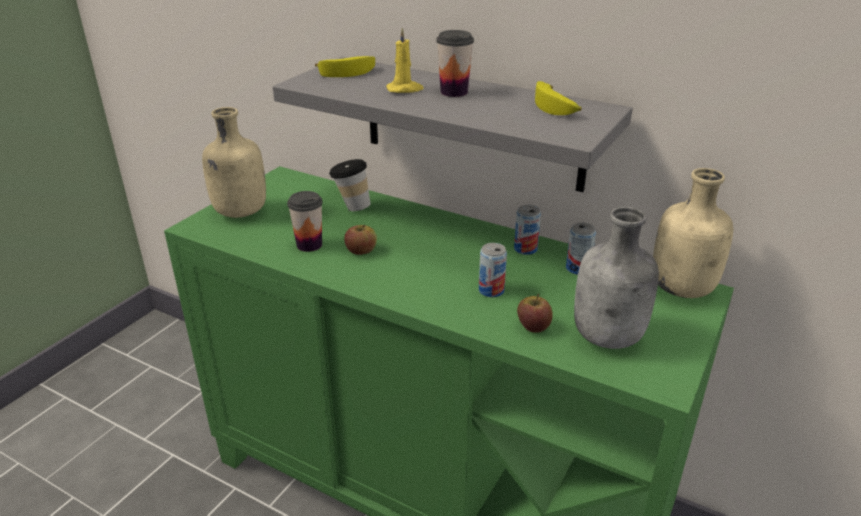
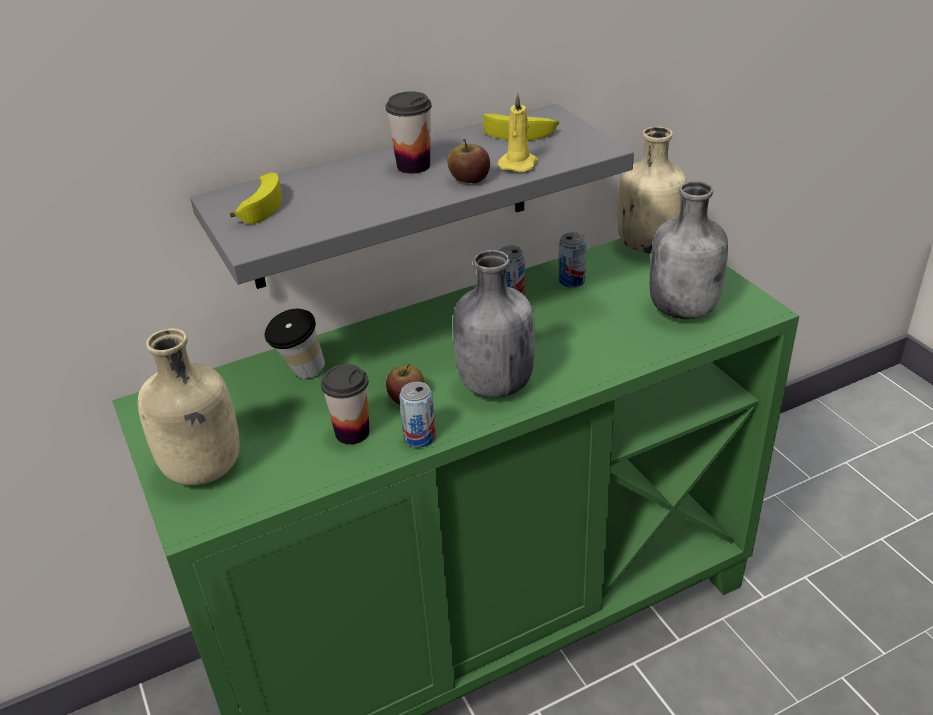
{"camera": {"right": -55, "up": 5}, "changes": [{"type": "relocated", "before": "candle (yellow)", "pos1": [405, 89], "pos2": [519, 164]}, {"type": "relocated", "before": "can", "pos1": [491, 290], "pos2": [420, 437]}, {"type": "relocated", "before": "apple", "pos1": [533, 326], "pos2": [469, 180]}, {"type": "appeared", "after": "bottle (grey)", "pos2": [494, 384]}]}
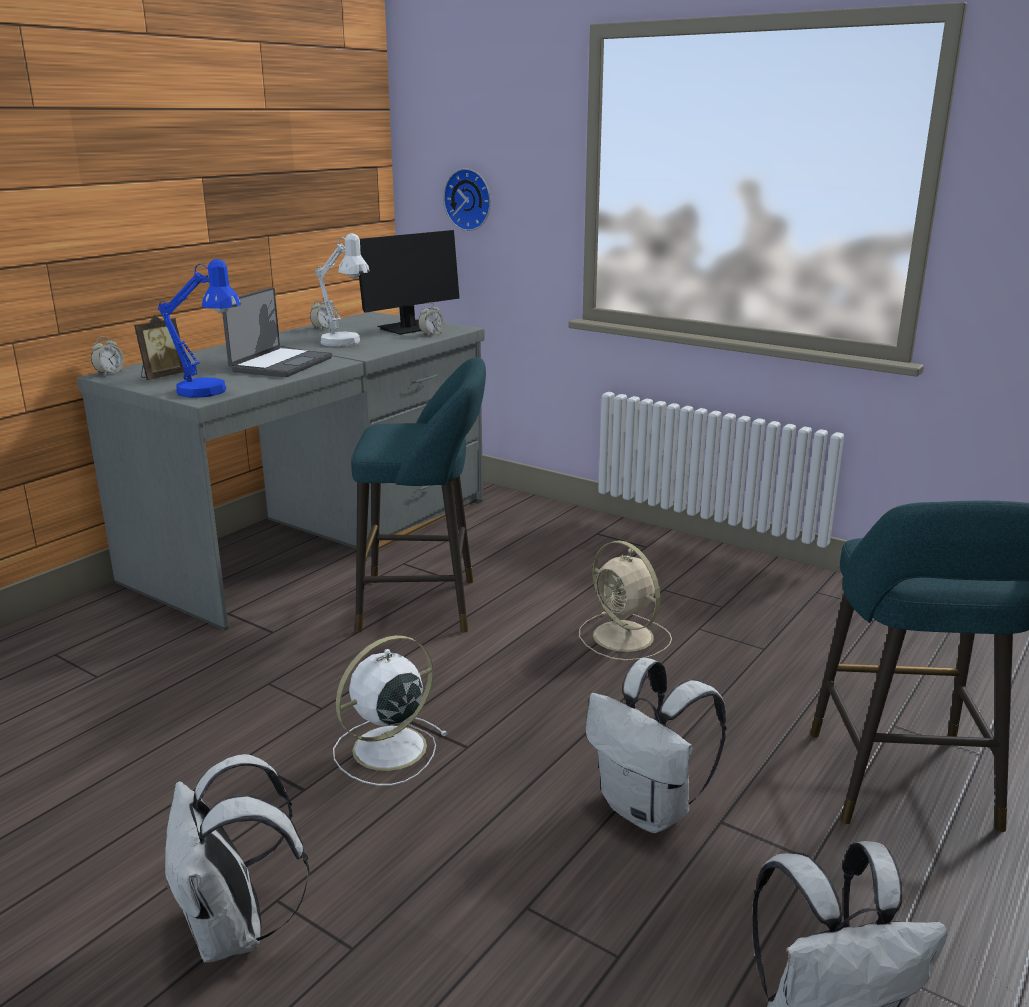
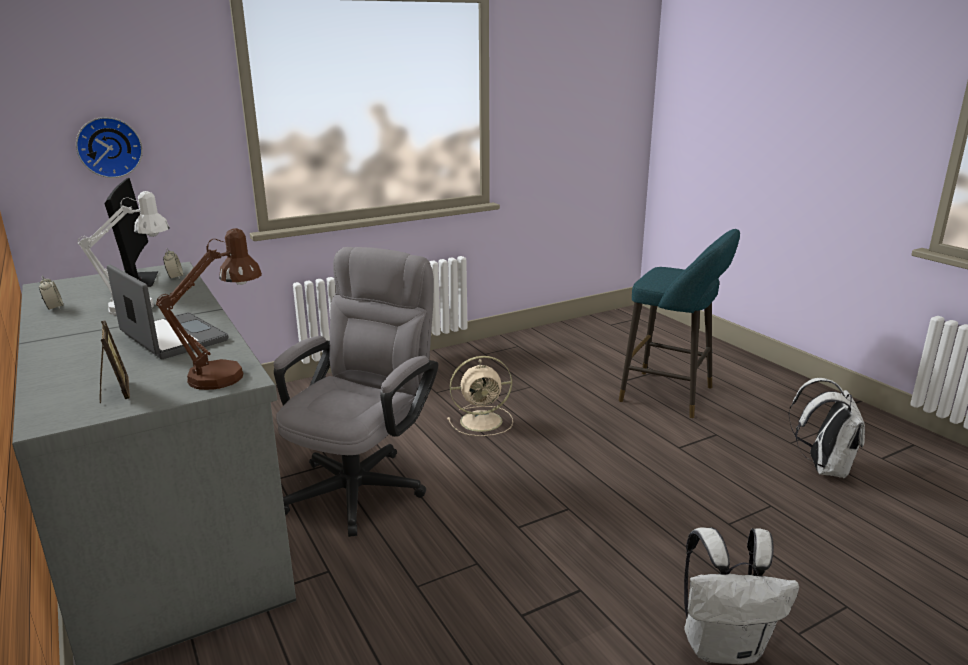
{"camera": {"right": -65, "up": 0}, "changes": [{"type": "colour", "before": "table lamp (blue)", "after": "table lamp (brown)", "pos1": [210, 392], "pos2": [227, 374]}, {"type": "missing", "before": "alarm clock", "pos1": [109, 373]}, {"type": "exchanged", "before": "stool (turquoise)", "after": "office chair (grey)", "pos1": [426, 605], "pos2": [363, 483]}, {"type": "missing", "before": "fan (white)", "pos1": [386, 749]}, {"type": "missing", "before": "backpack (white)", "pos1": [649, 810]}]}
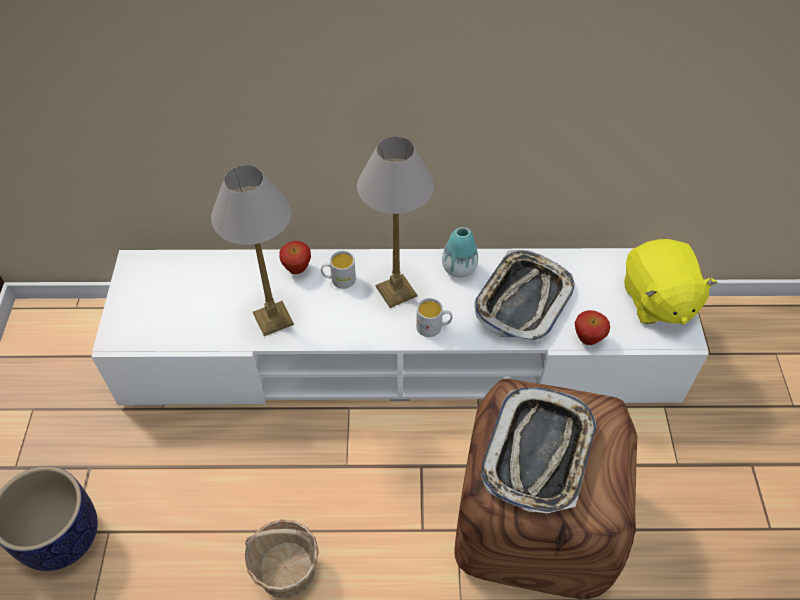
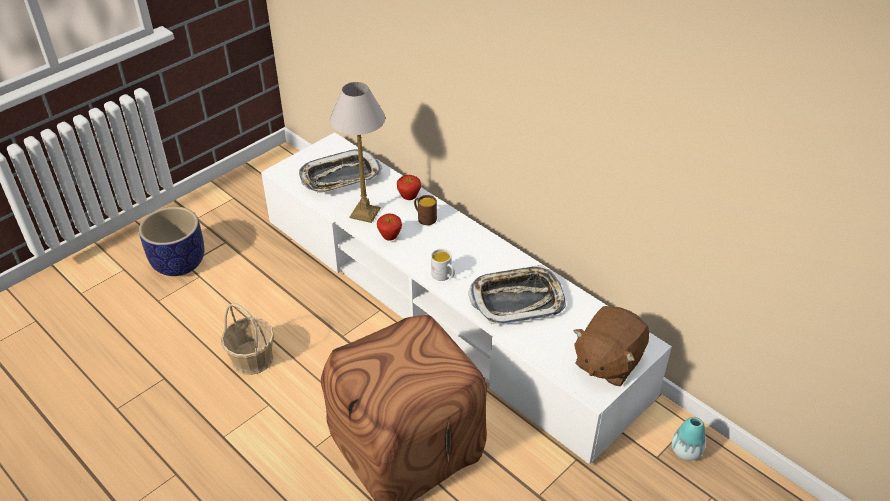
{"camera": {"right": 45, "up": -10}, "changes": [{"type": "missing", "before": "table lamp", "pos1": [396, 290]}, {"type": "relocated", "before": "vase", "pos1": [459, 268], "pos2": [686, 451]}, {"type": "colour", "before": "plush toy (yellow)", "after": "plush toy (brown)", "pos1": [657, 300], "pos2": [607, 361]}, {"type": "colour", "before": "mug (white)", "after": "mug (brown)", "pos1": [339, 280], "pos2": [424, 218]}, {"type": "relocated", "before": "apple", "pos1": [587, 339], "pos2": [390, 238]}, {"type": "relocated", "before": "tray", "pos1": [539, 453], "pos2": [340, 177]}]}
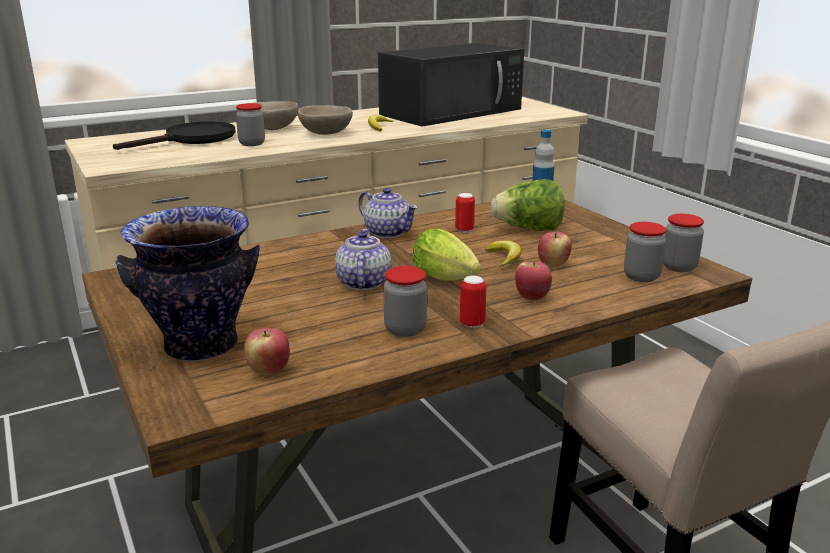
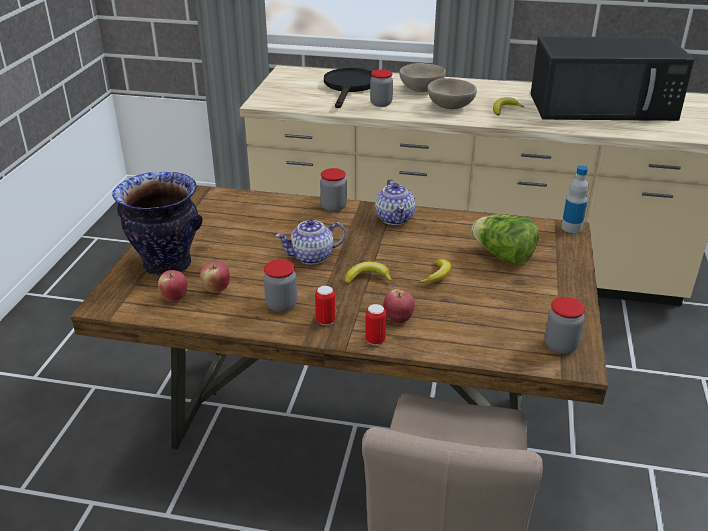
{"camera": {"right": 40, "up": 10}, "changes": [{"type": "spun", "before": "frying pan (black)", "pos1": [192, 139], "pos2": [349, 87], "turn": -75}, {"type": "relocated", "before": "can", "pos1": [464, 230], "pos2": [375, 340]}, {"type": "relocated", "before": "jar", "pos1": [641, 276], "pos2": [333, 207]}, {"type": "spun", "before": "teapot", "pos1": [362, 283], "pos2": [312, 257], "turn": -150}, {"type": "exchanged", "before": "lettuce", "after": "banana", "pos1": [448, 280], "pos2": [368, 278]}, {"type": "relocated", "before": "apple", "pos1": [553, 264], "pos2": [216, 289]}]}
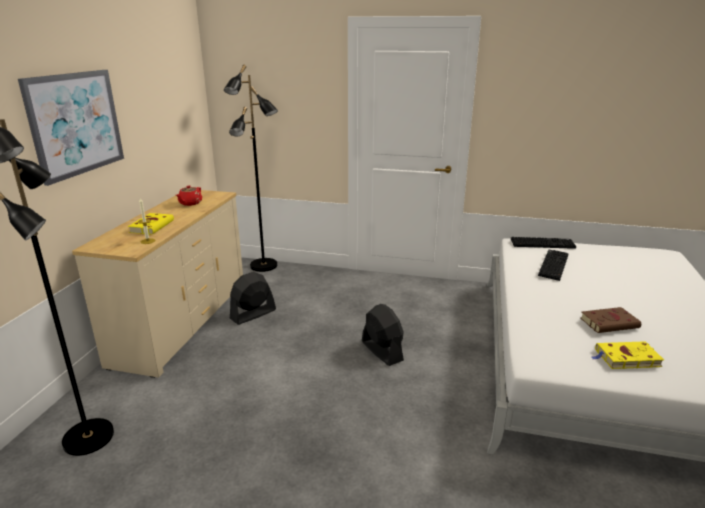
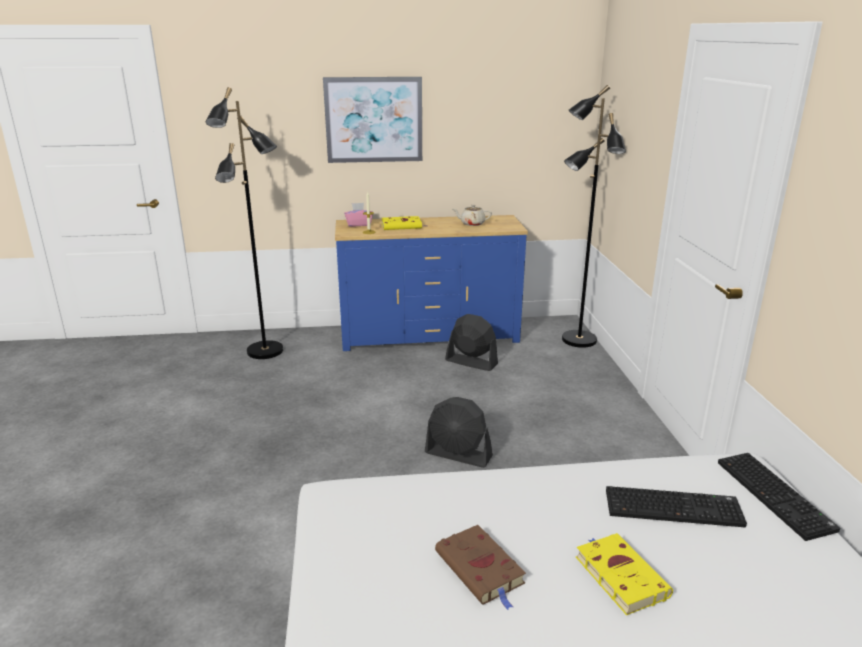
{"camera": {"right": 70, "up": 0}, "changes": [{"type": "colour", "before": "teapot (red)", "after": "teapot (beige)", "pos1": [190, 203], "pos2": [472, 224]}, {"type": "colour", "before": "dresser (beige)", "after": "dresser (blue)", "pos1": [182, 322], "pos2": [429, 335]}, {"type": "spun", "before": "fan (black)", "pos1": [382, 351], "pos2": [458, 455], "turn": 75}, {"type": "relocated", "before": "book (yellow)", "pos1": [626, 358], "pos2": [619, 575]}, {"type": "appeared", "after": "tissue box (pink)", "pos2": [358, 224]}]}
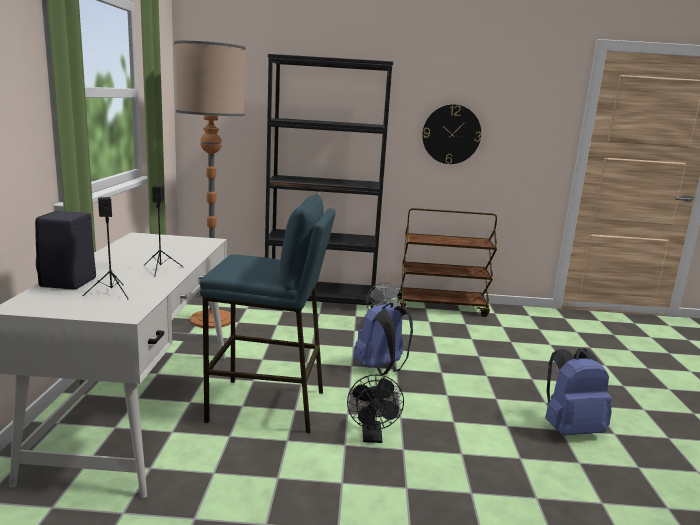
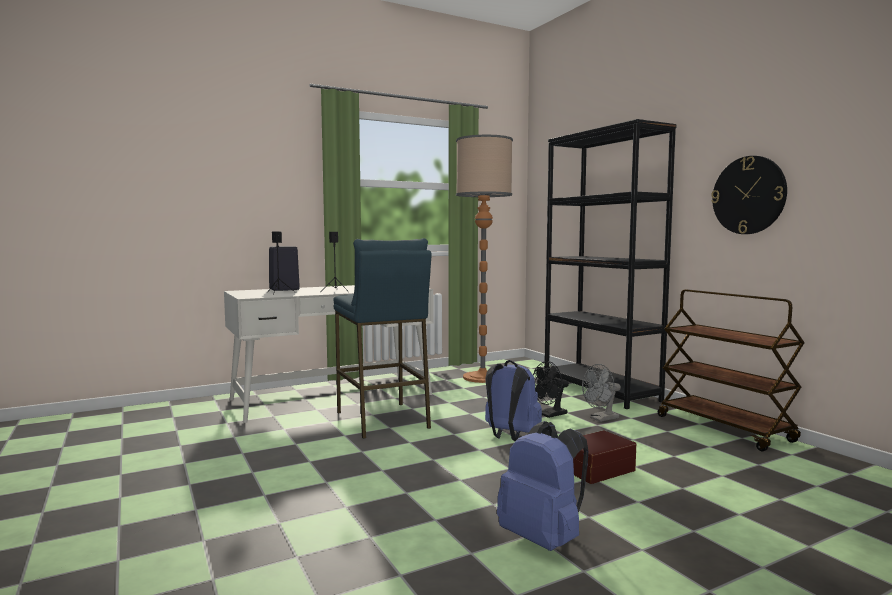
{"camera": {"right": 60, "up": -10}, "changes": [{"type": "relocated", "before": "fan (black)", "pos1": [372, 437], "pos2": [550, 415]}, {"type": "appeared", "after": "storage box (brown)", "pos2": [596, 468]}]}
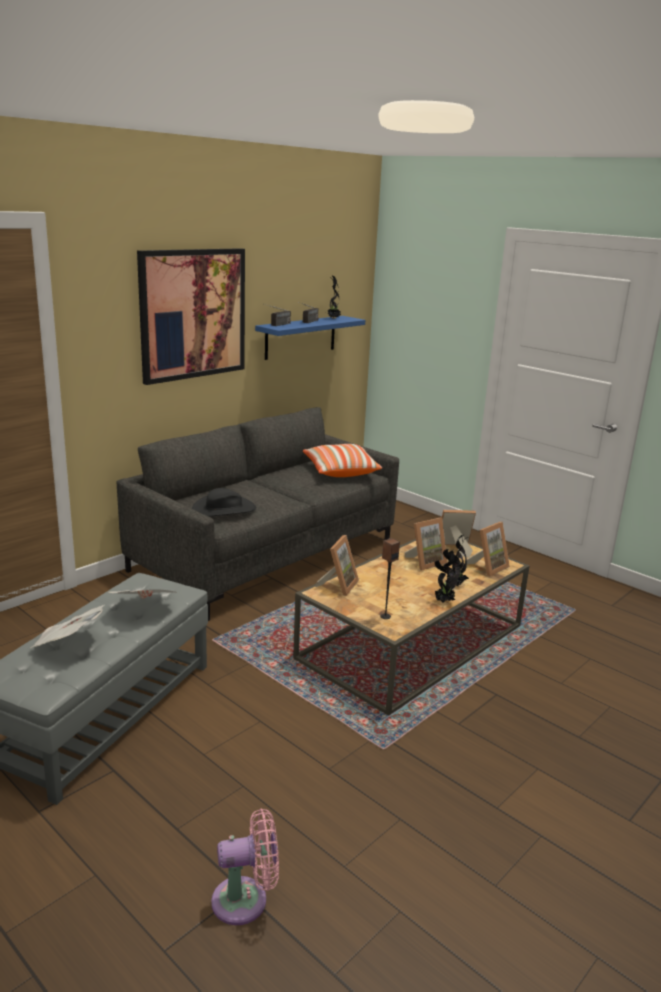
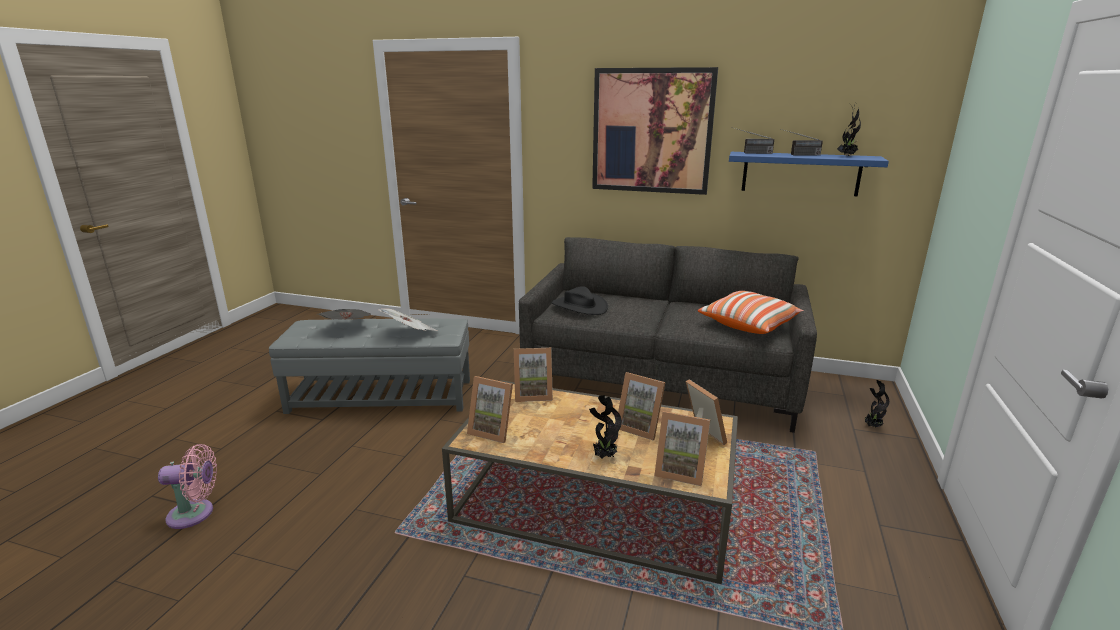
{"camera": {"right": 65, "up": 0}, "changes": [{"type": "exchanged", "before": "speaker", "after": "picture frame", "pos1": [385, 616], "pos2": [493, 430]}, {"type": "relocated", "before": "potted plant", "pos1": [443, 601], "pos2": [871, 426]}, {"type": "spun", "before": "fan (pink)", "pos1": [245, 900], "pos2": [195, 514], "turn": -60}]}
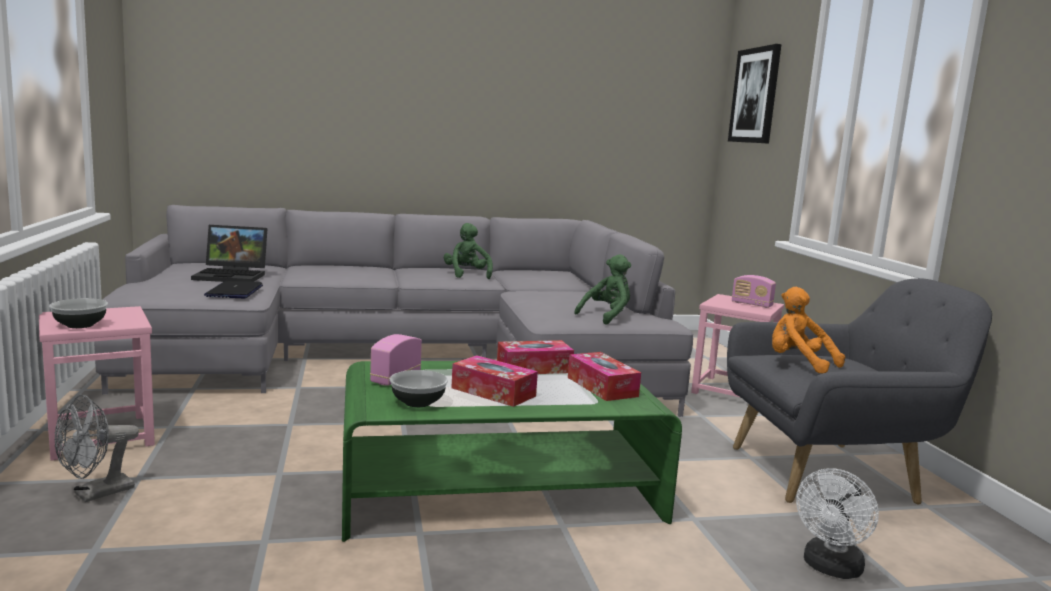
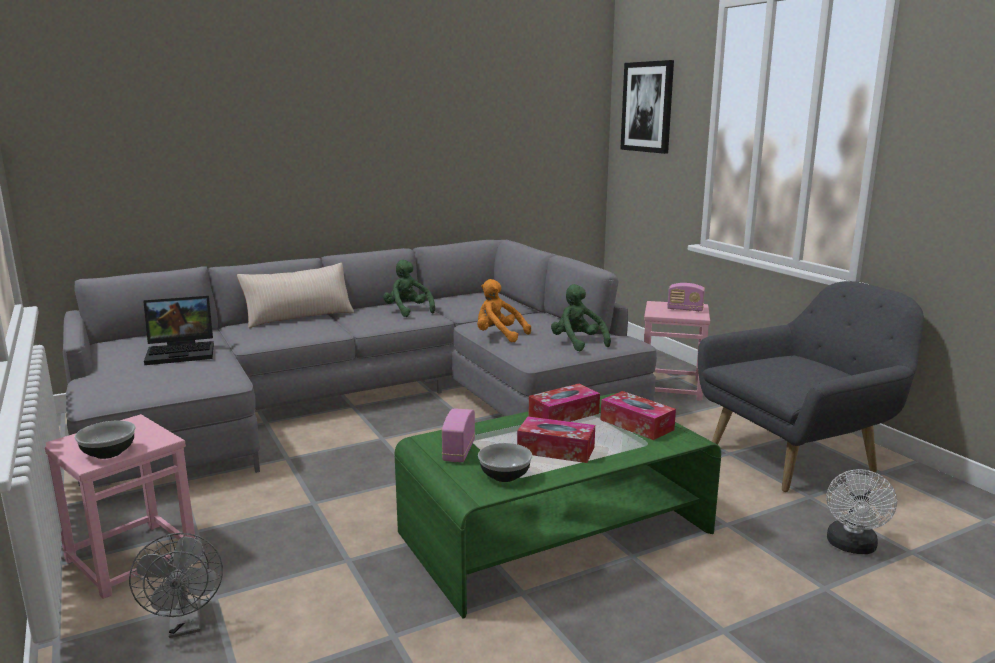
{"camera": {"right": -15, "up": 5}, "changes": [{"type": "spun", "before": "plush toy (green)", "pos1": [607, 316], "pos2": [577, 343], "turn": -60}, {"type": "missing", "before": "laptop", "pos1": [234, 291]}, {"type": "relocated", "before": "plush toy (orange)", "pos1": [798, 363], "pos2": [498, 336]}, {"type": "spun", "before": "fan (grey)", "pos1": [96, 494], "pos2": [186, 626], "turn": -45}, {"type": "appeared", "after": "pillow (beige)", "pos2": [299, 317]}]}
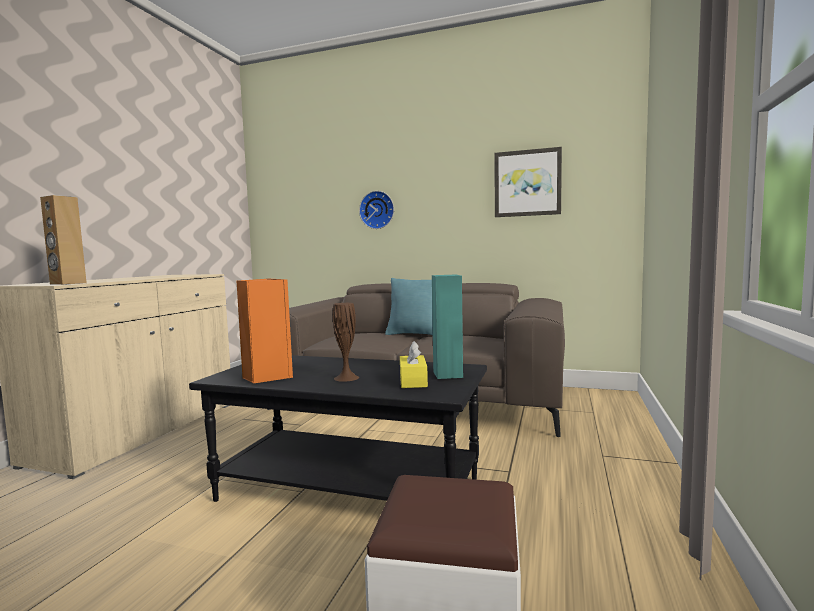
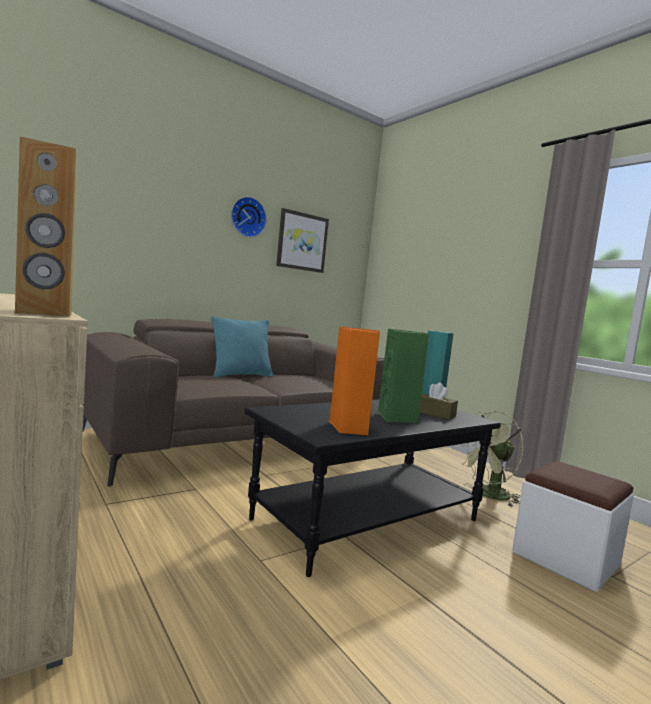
{"camera": {"right": -55, "up": 0}, "changes": [{"type": "relocated", "before": "wall clock", "pos1": [377, 210], "pos2": [247, 217]}, {"type": "exchanged", "before": "vase (brown)", "after": "speaker (green)", "pos1": [346, 378], "pos2": [397, 418]}, {"type": "colour", "before": "tissue box (yellow)", "after": "tissue box (brown)", "pos1": [413, 381], "pos2": [434, 413]}, {"type": "appeared", "after": "fan (green)", "pos2": [488, 495]}]}
